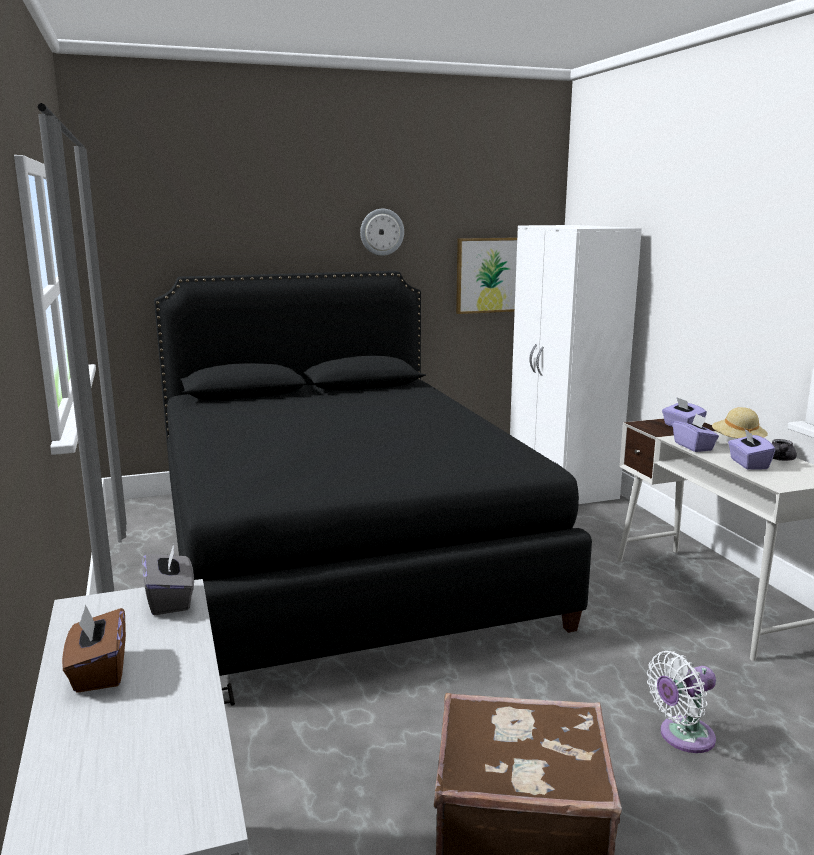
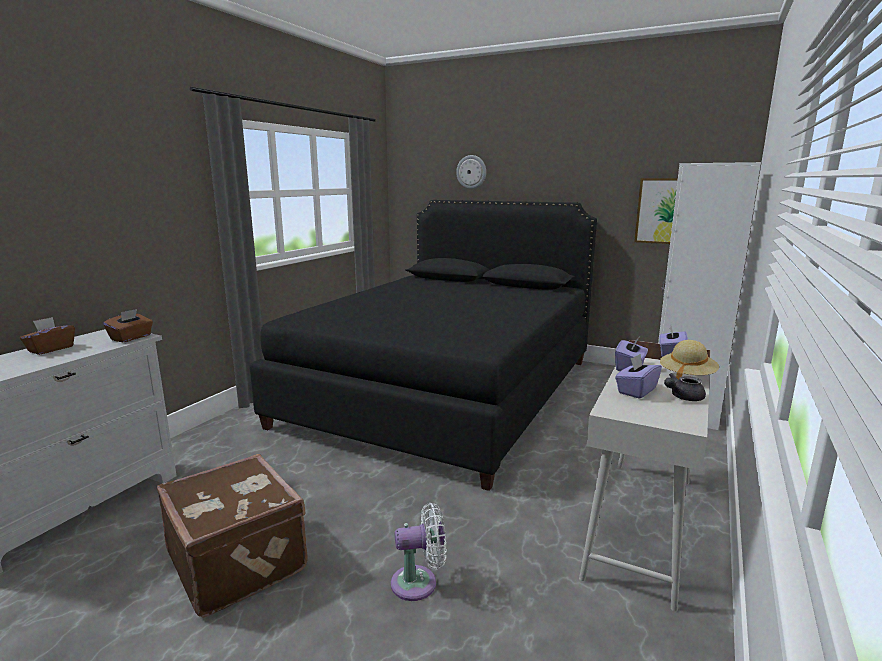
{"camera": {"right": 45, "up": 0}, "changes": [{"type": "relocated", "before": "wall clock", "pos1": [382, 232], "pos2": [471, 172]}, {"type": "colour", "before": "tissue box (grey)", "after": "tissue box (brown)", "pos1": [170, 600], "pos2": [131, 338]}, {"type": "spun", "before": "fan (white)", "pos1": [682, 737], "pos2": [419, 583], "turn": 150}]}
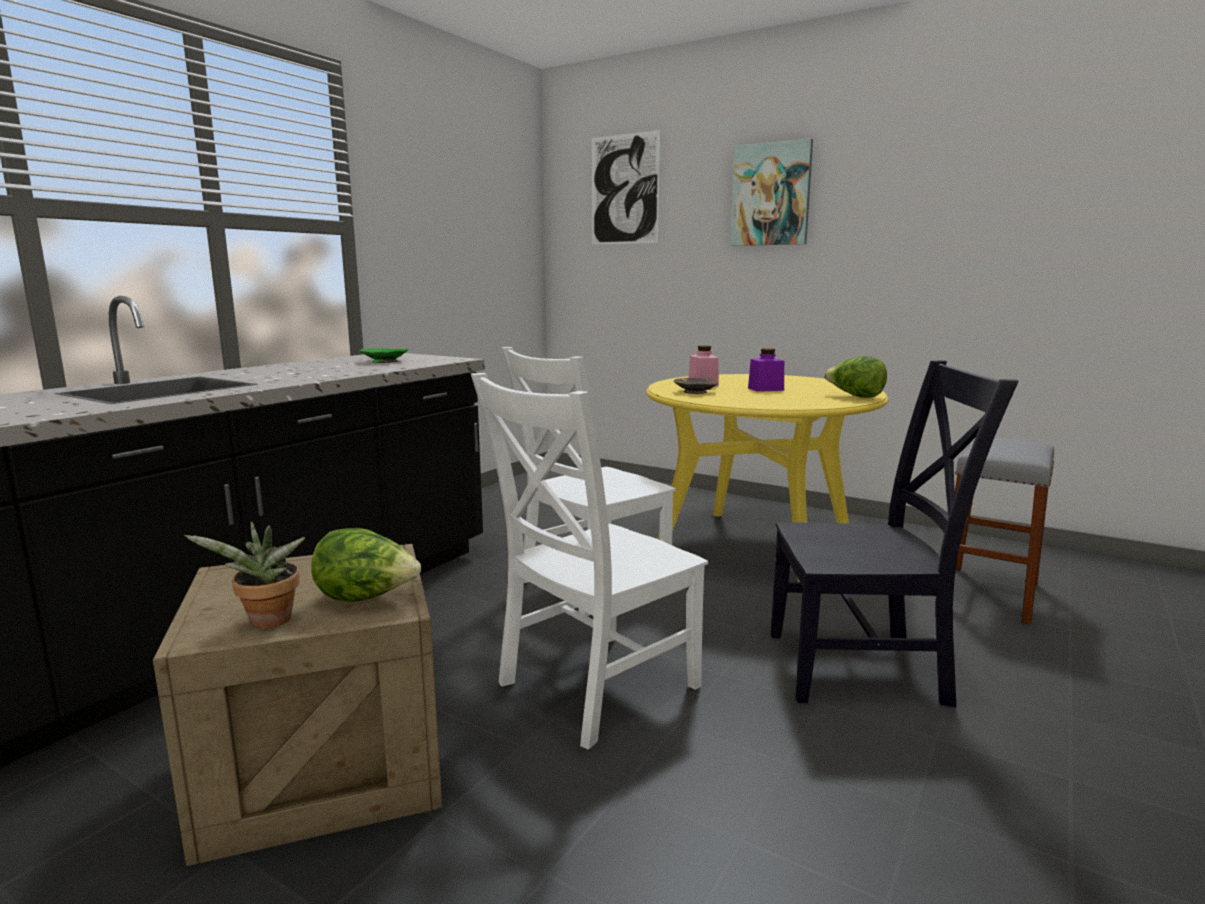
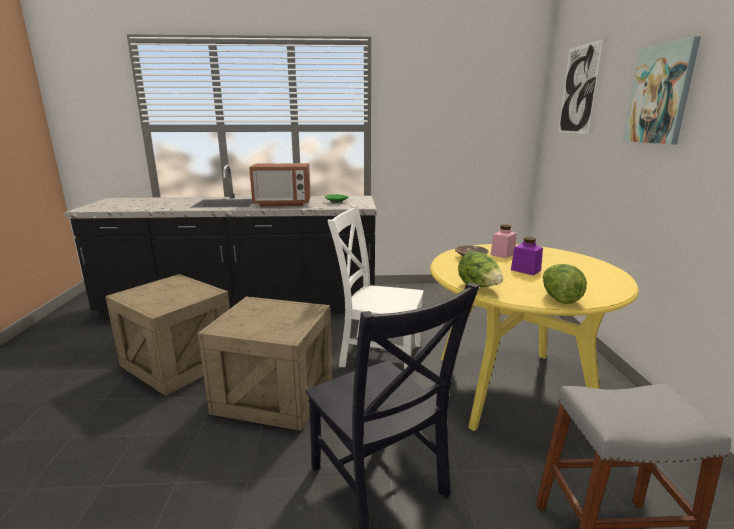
{"camera": {"right": 55, "up": 5}, "changes": [{"type": "exchanged", "before": "chair (white)", "after": "crate", "pos1": [592, 688], "pos2": [273, 395]}, {"type": "missing", "before": "potted plant", "pos1": [267, 623]}, {"type": "relocated", "before": "lettuce", "pos1": [367, 598], "pos2": [479, 287]}, {"type": "appeared", "after": "microwave", "pos2": [282, 204]}]}
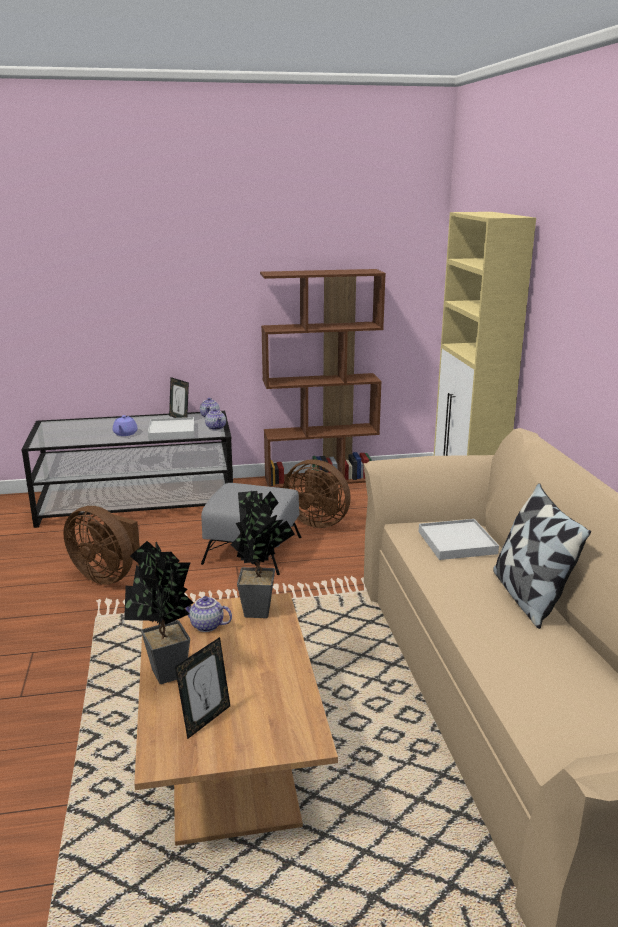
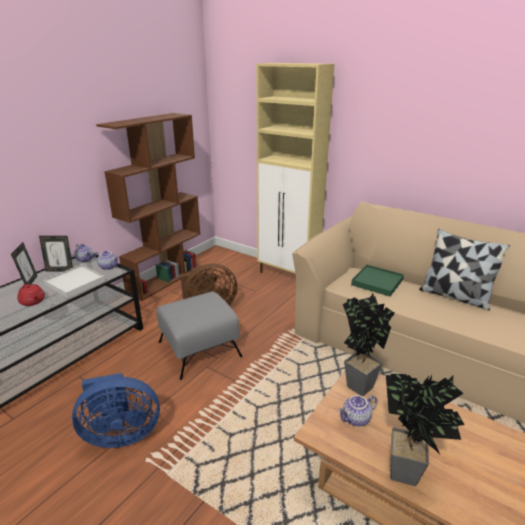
{"camera": {"right": -45, "up": 5}, "changes": [{"type": "colour", "before": "teapot (purple)", "after": "teapot (red)", "pos1": [125, 434], "pos2": [33, 302]}, {"type": "colour", "before": "fan (brown)", "after": "fan (blue)", "pos1": [107, 575], "pos2": [120, 434]}, {"type": "colour", "before": "tray (white)", "after": "tray (green)", "pos1": [457, 542], "pos2": [377, 282]}, {"type": "relocated", "before": "picture frame", "pos1": [206, 720], "pos2": [29, 282]}]}
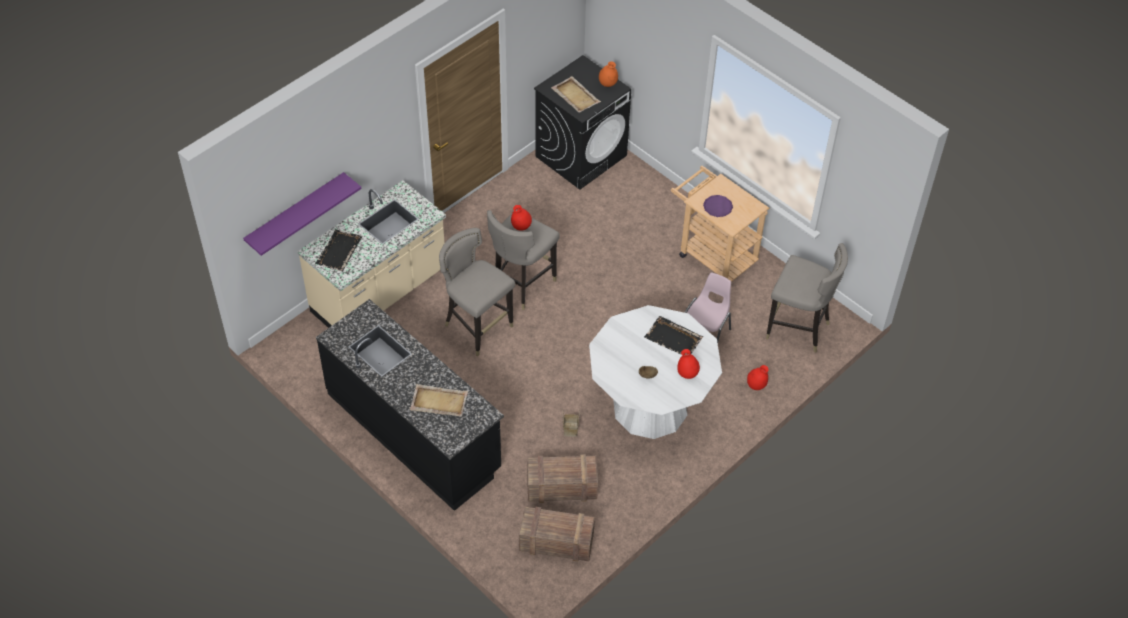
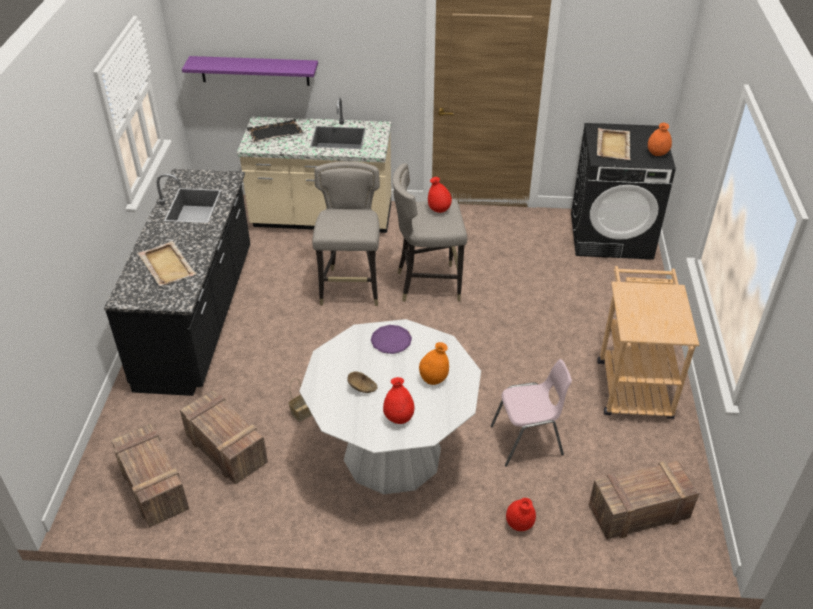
{"camera": {"right": 50, "up": -10}, "changes": [{"type": "relocated", "before": "plate (purple)", "pos1": [717, 207], "pos2": [391, 341]}, {"type": "exchanged", "before": "stool (grey)", "after": "crate", "pos1": [798, 329], "pos2": [637, 513]}, {"type": "exchanged", "before": "tray (black)", "after": "vase (orange)", "pos1": [673, 338], "pos2": [433, 379]}]}
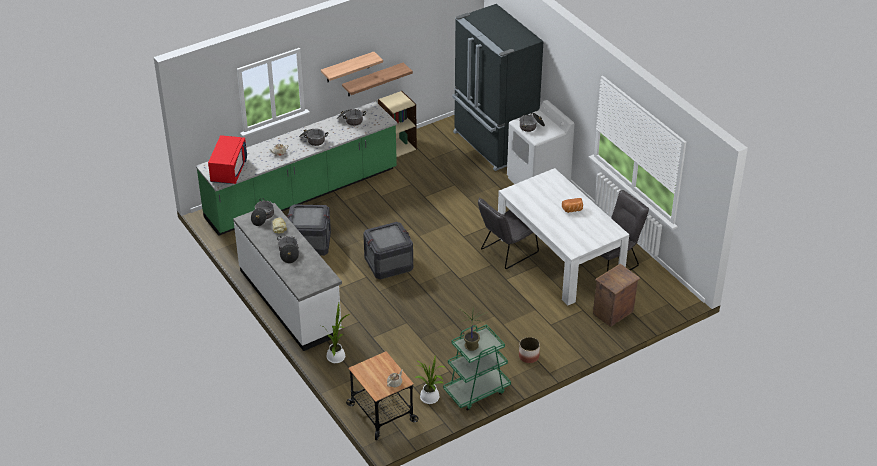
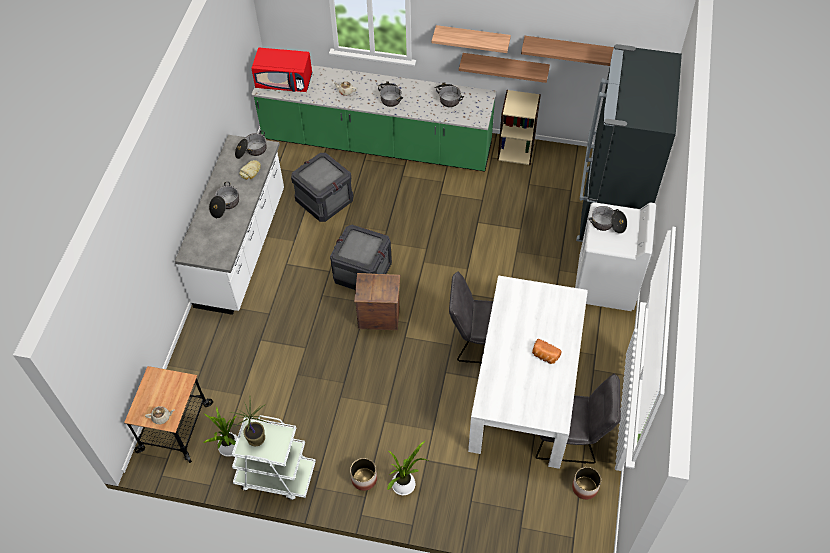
{"camera": {"right": 45, "up": 15}, "changes": [{"type": "spun", "before": "microwave (red)", "pos1": [229, 170], "pos2": [284, 82], "turn": 45}, {"type": "relocated", "before": "crate", "pos1": [613, 313], "pos2": [379, 318]}, {"type": "relocated", "before": "potted plant", "pos1": [336, 356], "pos2": [405, 484]}, {"type": "colour", "before": "cart (green)", "after": "cart (white)", "pos1": [476, 391], "pos2": [275, 475]}, {"type": "appeared", "after": "shelf", "pos2": [568, 49]}, {"type": "appeared", "after": "planter", "pos2": [584, 488]}]}
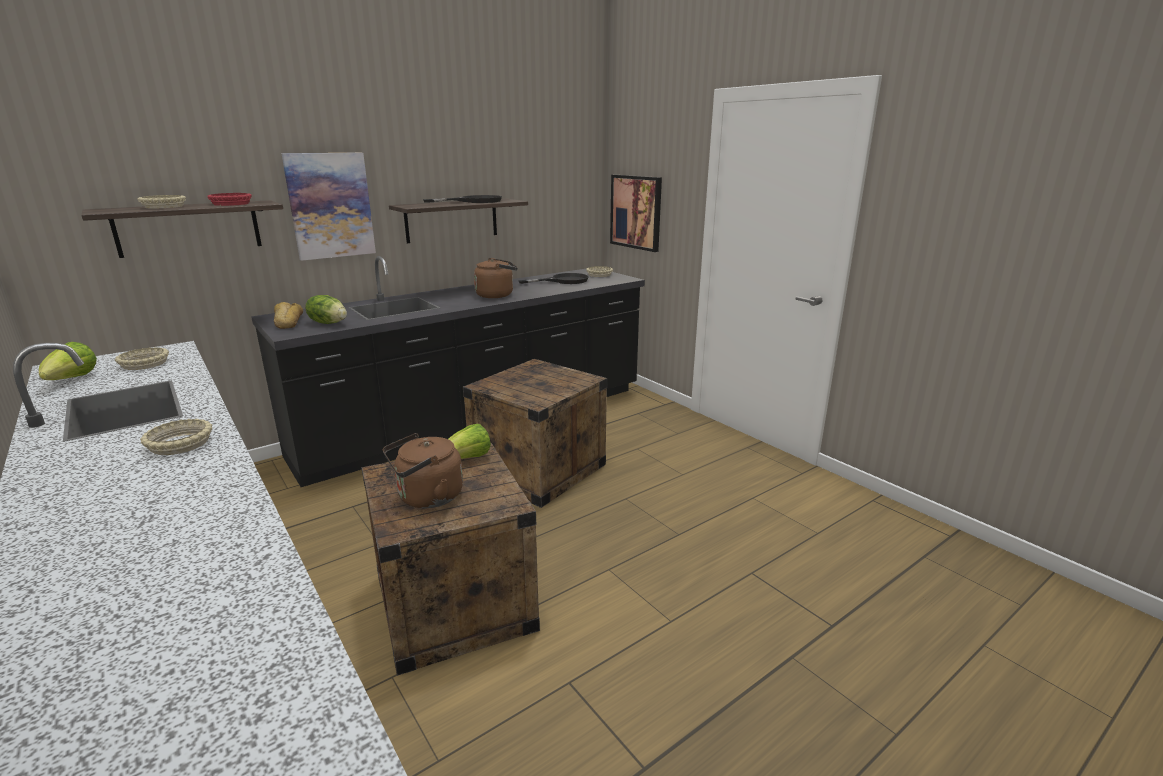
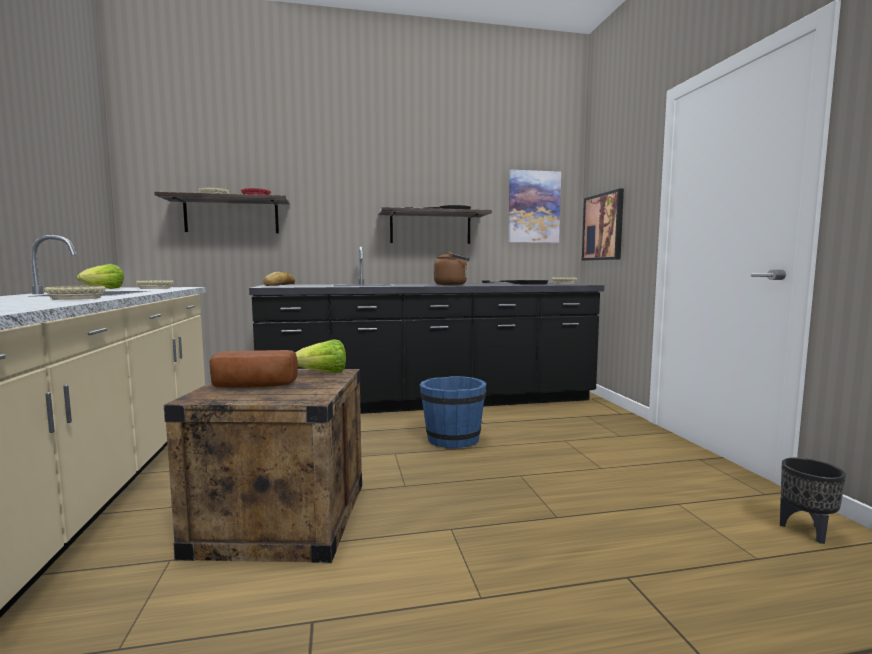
{"camera": {"right": 25, "up": -15}, "changes": [{"type": "relocated", "before": "picture", "pos1": [330, 206], "pos2": [533, 207]}, {"type": "missing", "before": "lettuce", "pos1": [329, 323]}, {"type": "exchanged", "before": "crate", "after": "bucket (blue)", "pos1": [538, 470], "pos2": [452, 439]}, {"type": "exchanged", "before": "kettle (brown)", "after": "bread", "pos1": [427, 498], "pos2": [253, 386]}, {"type": "appeared", "after": "planter (black)", "pos2": [807, 531]}]}
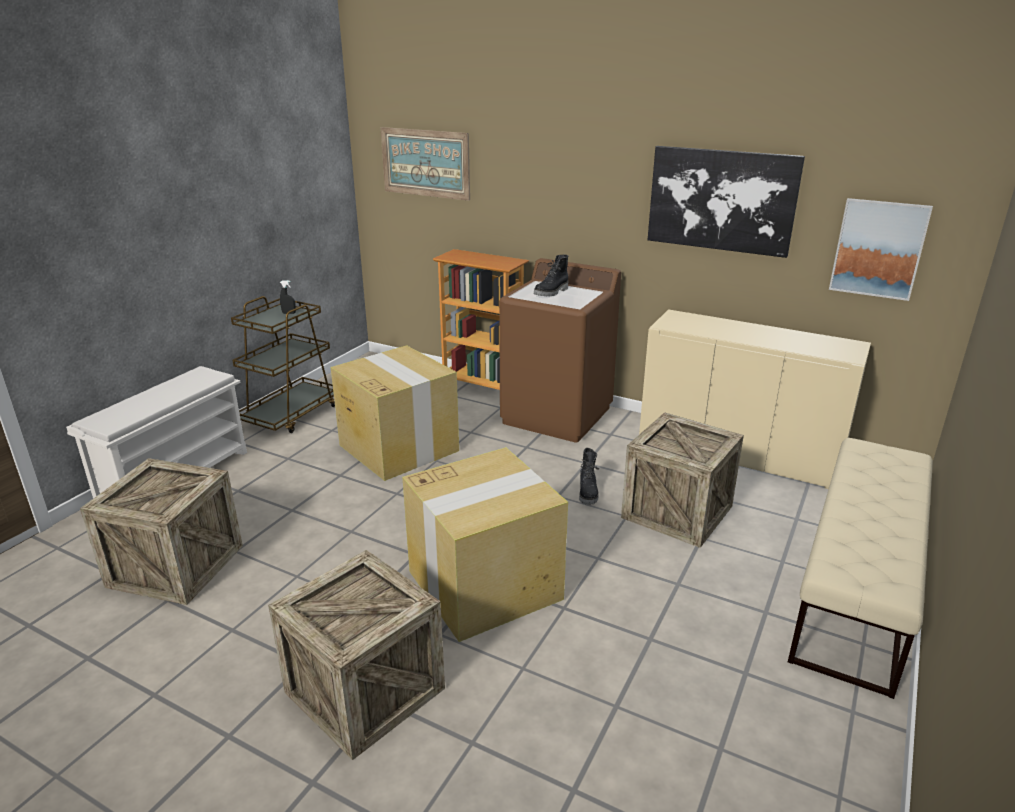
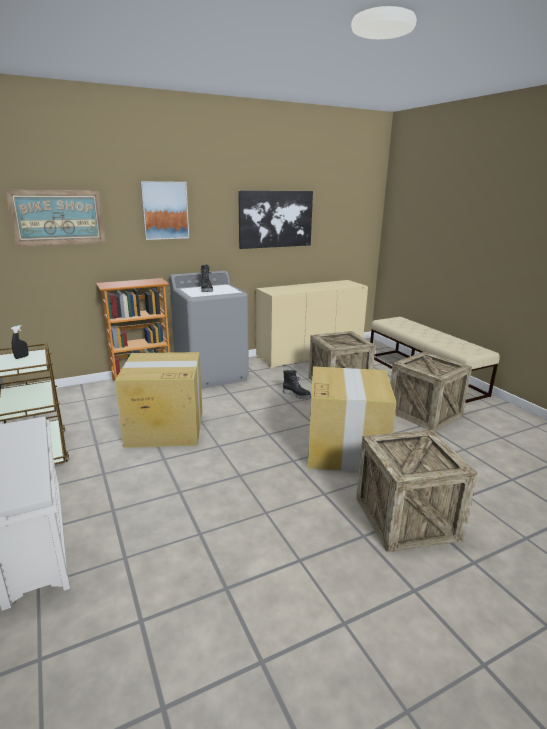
{"camera": {"right": -55, "up": -5}, "changes": [{"type": "relocated", "before": "picture", "pos1": [878, 248], "pos2": [165, 210]}, {"type": "colour", "before": "washing machine (brown)", "after": "washing machine (grey)", "pos1": [557, 415], "pos2": [212, 374]}, {"type": "relocated", "before": "crate", "pos1": [176, 566], "pos2": [424, 413]}]}
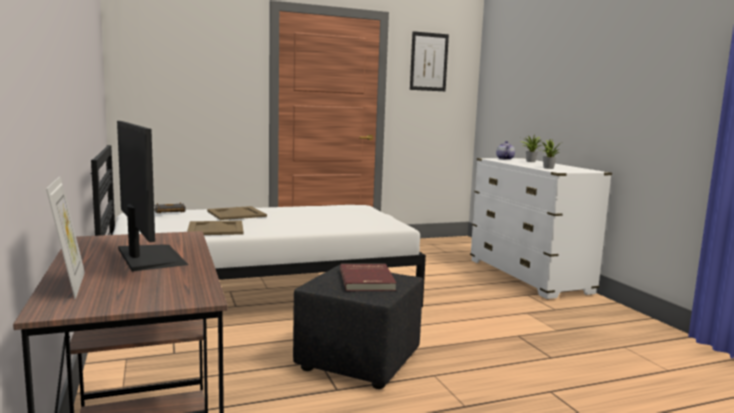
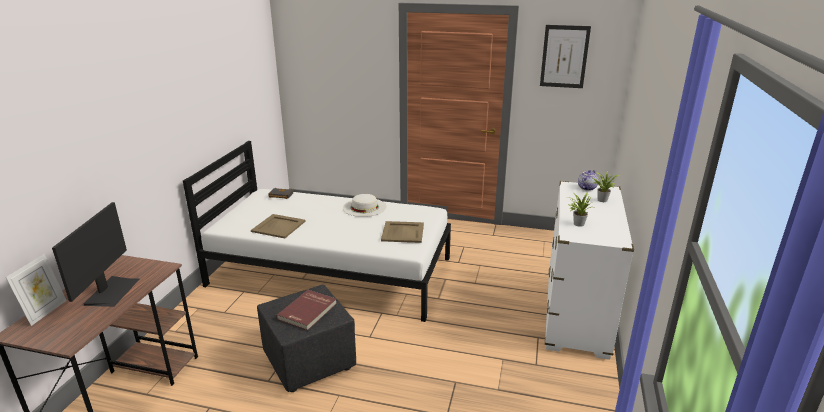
{"camera": {"right": 35, "up": 15}, "changes": [{"type": "relocated", "before": "tray (beige)", "pos1": [236, 213], "pos2": [403, 232]}, {"type": "appeared", "after": "hat (white)", "pos2": [364, 207]}]}
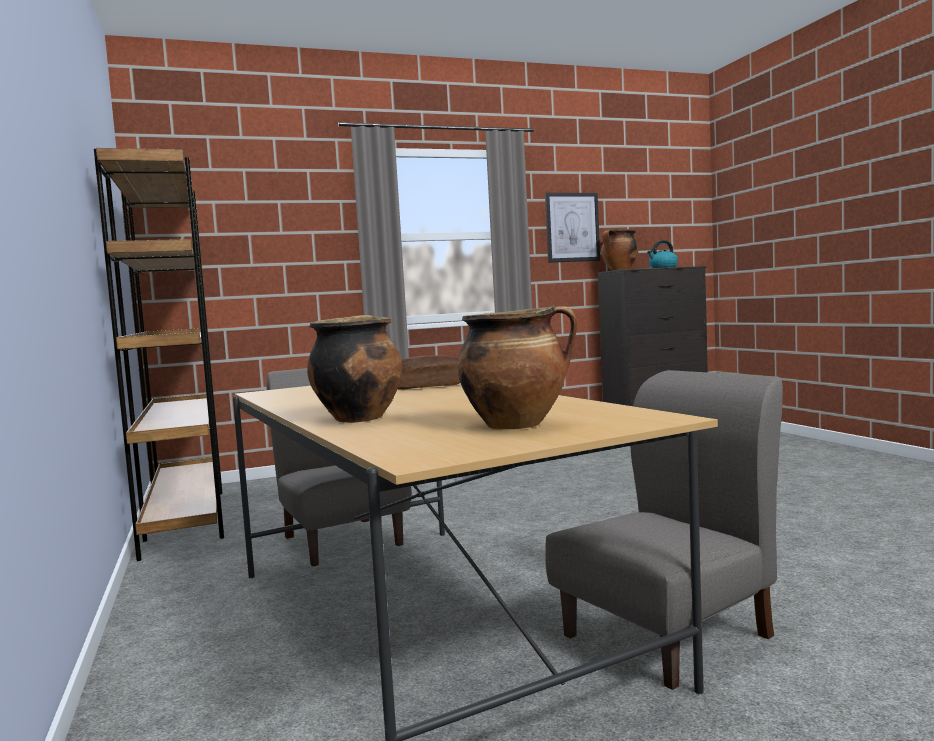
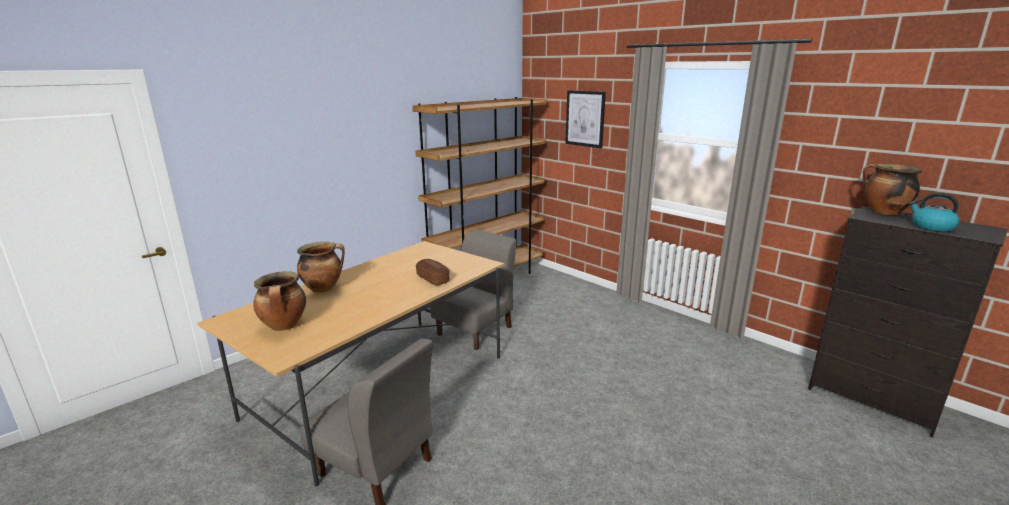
{"camera": {"right": 65, "up": 15}, "changes": [{"type": "relocated", "before": "picture", "pos1": [572, 227], "pos2": [585, 118]}]}
